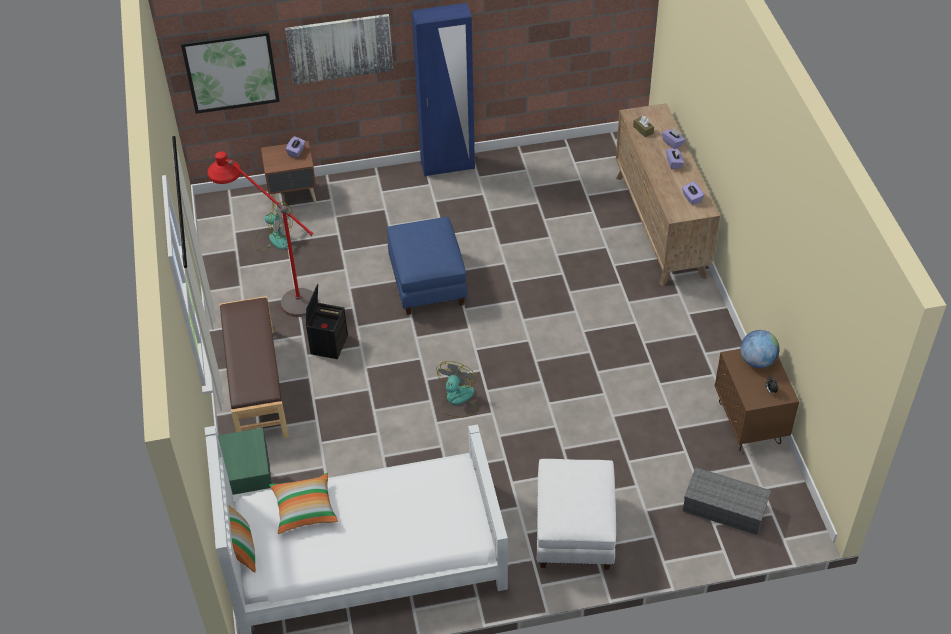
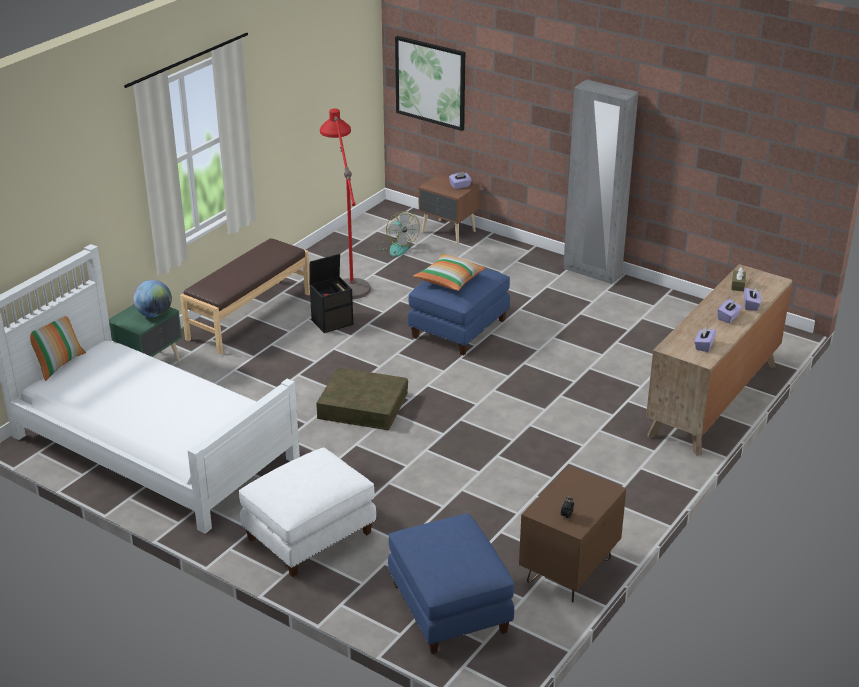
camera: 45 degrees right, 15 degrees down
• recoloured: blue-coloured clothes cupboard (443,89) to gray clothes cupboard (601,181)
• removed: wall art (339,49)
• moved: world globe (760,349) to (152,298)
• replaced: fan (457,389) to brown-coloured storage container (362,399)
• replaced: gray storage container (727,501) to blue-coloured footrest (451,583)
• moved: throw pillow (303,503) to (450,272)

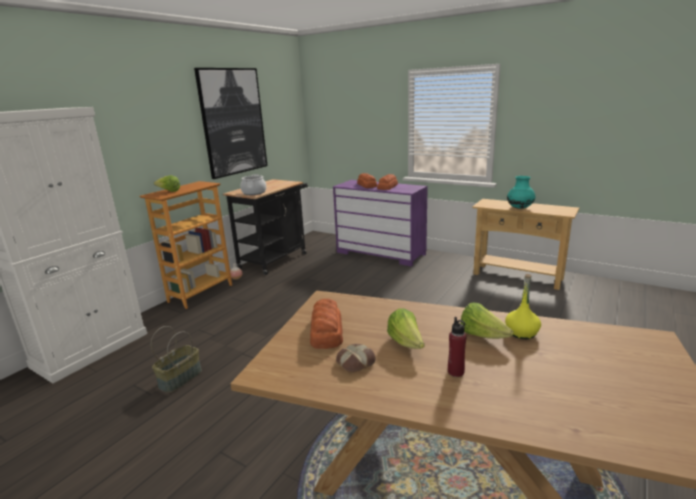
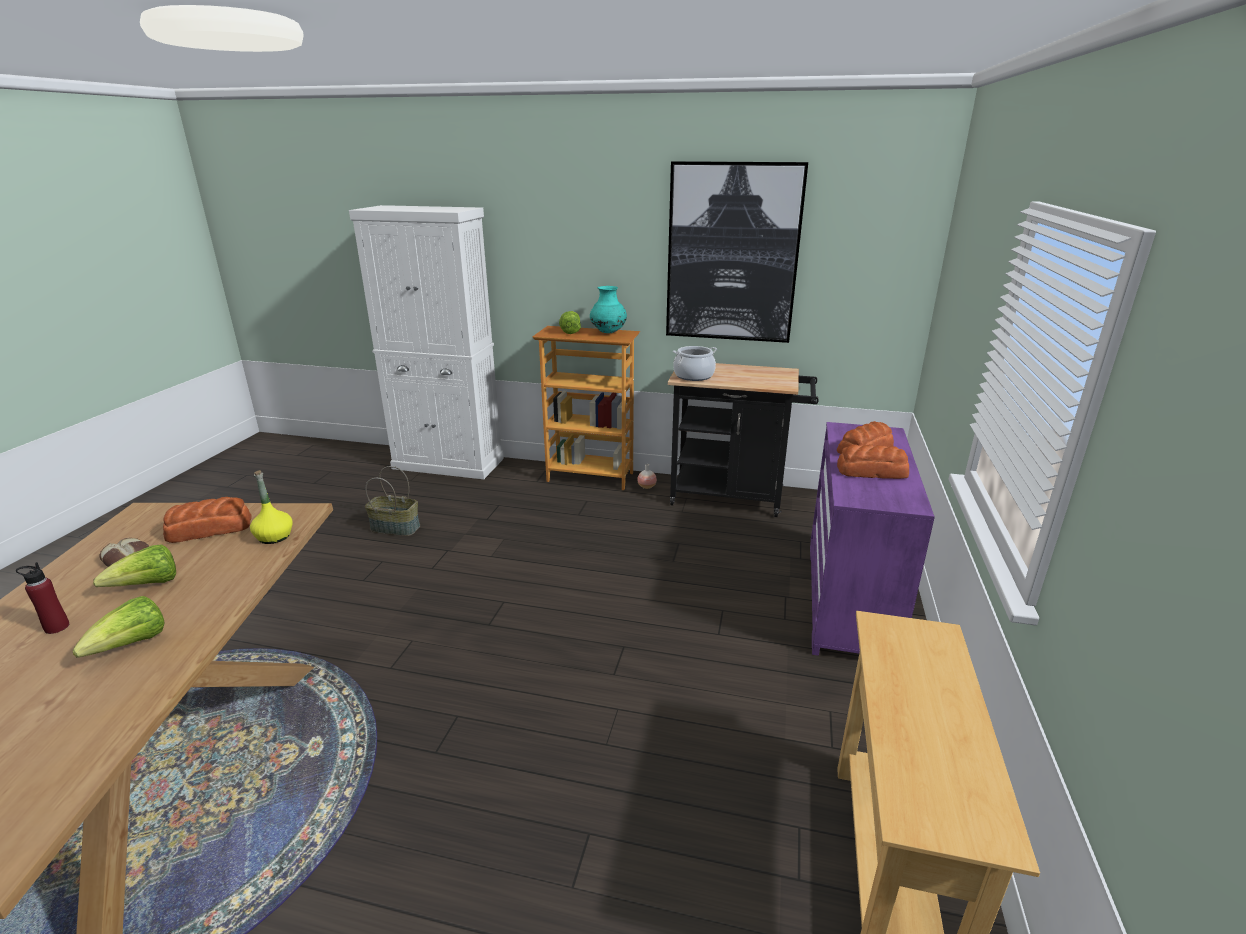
camera: 70 degrees right, 5 degrees up
• moved: turquoise vase (521,192) to (608,309)
• moved: yellowish bottle (523,306) to (271,507)

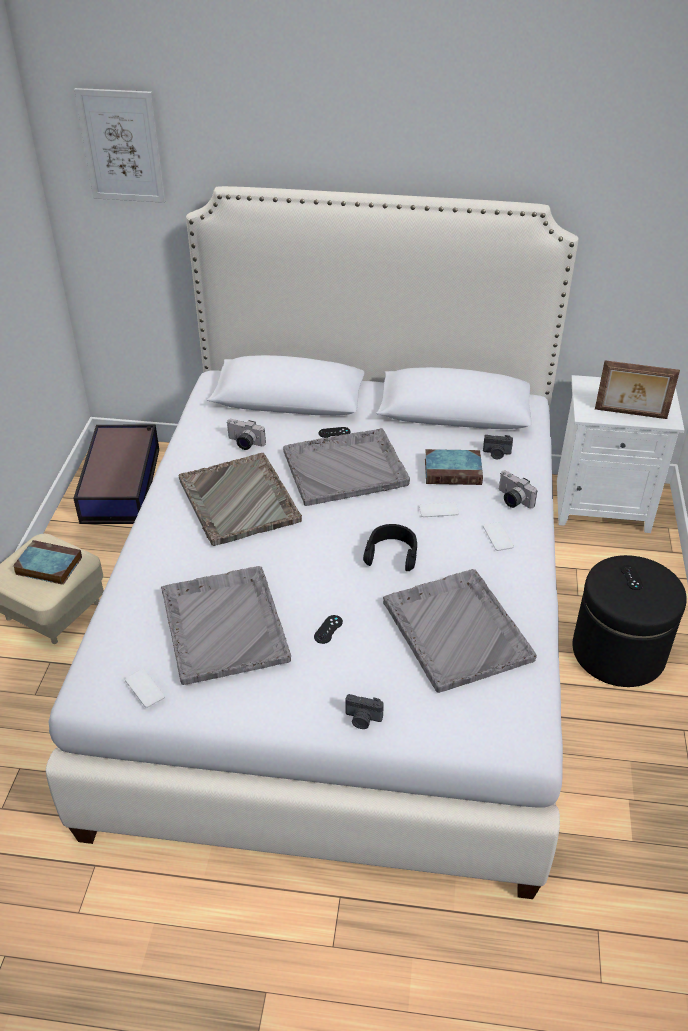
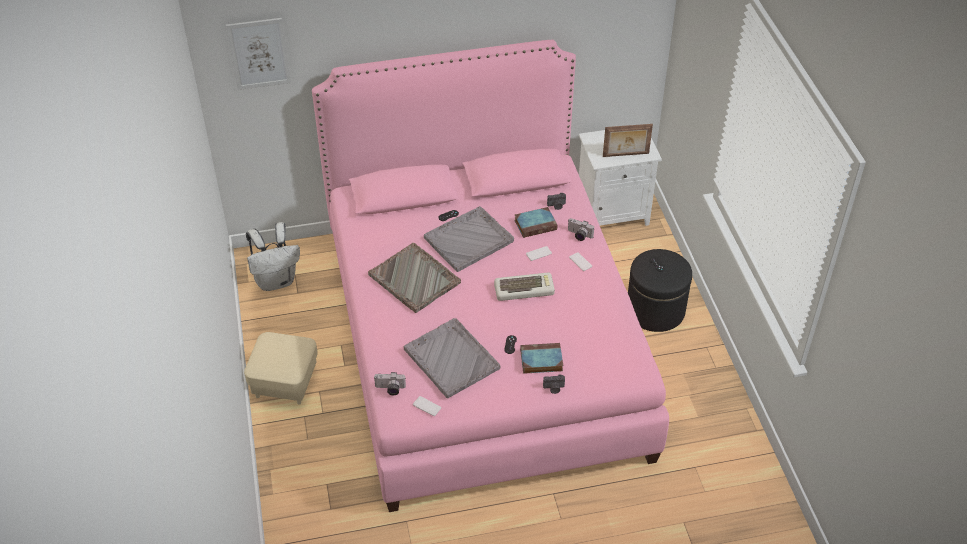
camera: 20 degrees left, 5 degrees up
• recoloured: white-coloured sleeping bed (312,542) to pinkish sleeping bed (490,276)
• moved: photo camera (246,434) to (390,383)
• replaced: storage container (116,474) to white-coloured knapsack (273,256)
• replaced: black-coloured headset (390,547) to keyboard (524,287)
• moved: bound book (47,562) to (541,358)
• removed: gray serving tray (460,631)

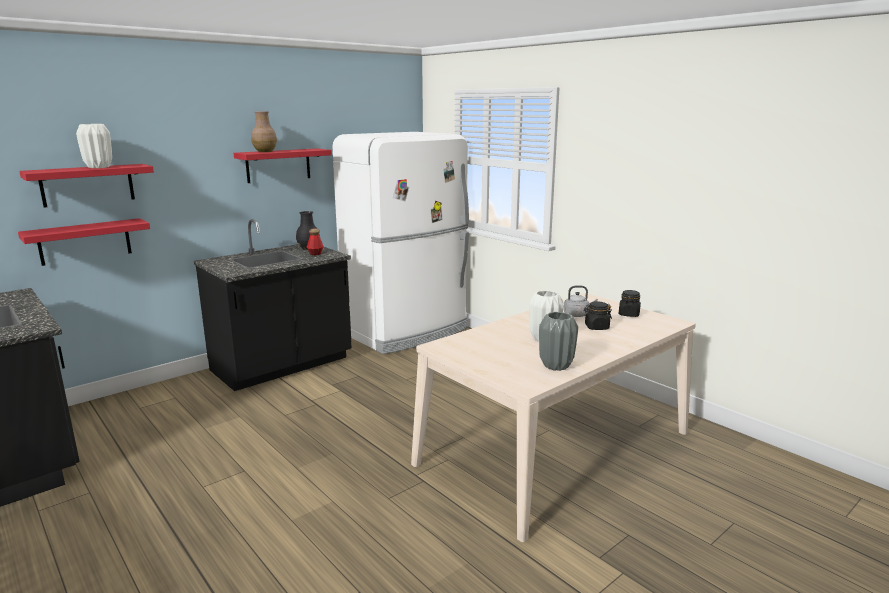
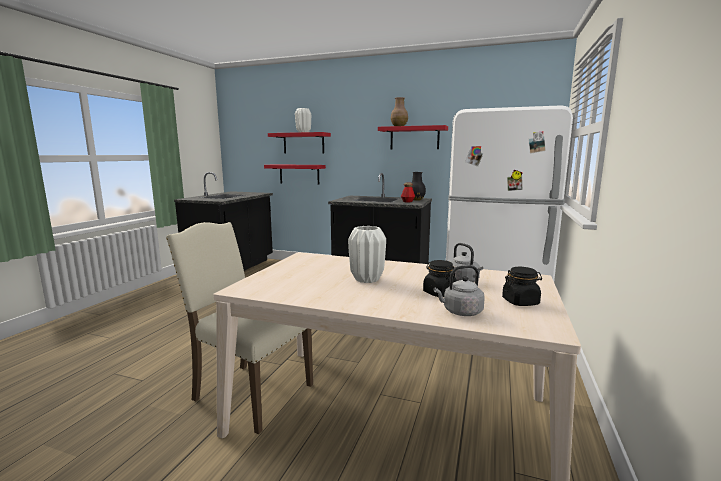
camera: 60 degrees right, 5 degrees down
• removed: gray vase (558,341)
• added: sand-coloured upright chair (239,328)
• added: gray water kettle (459,290)

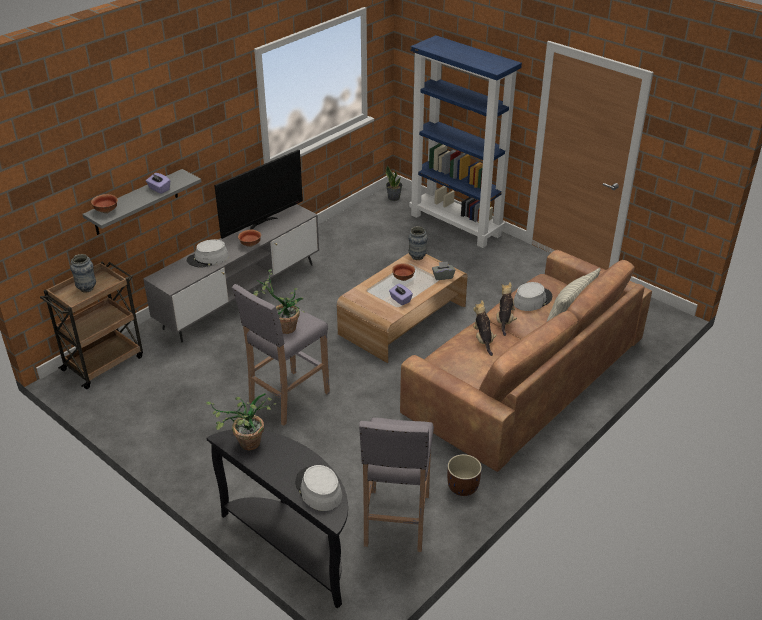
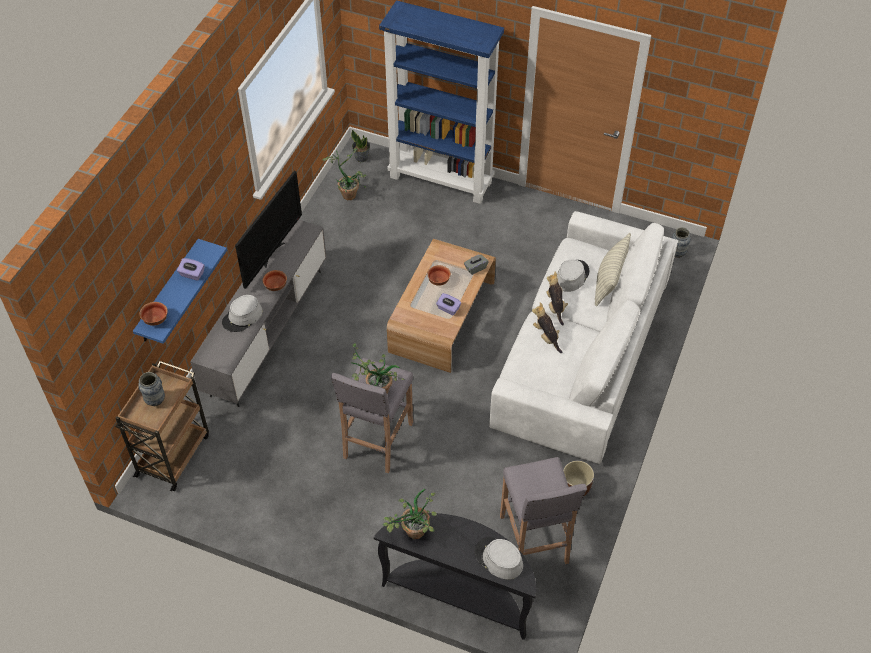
camera: 20 degrees left, 15 degrees up
• recoloured: gray wall shelf (142,202) to blue-coloured wall shelf (180,291)
• moved: vase (418,243) to (681,242)
• recoloured: brown-coloured couch (526,361) to white-coloured couch (583,337)
• added: potted plant (345,174)

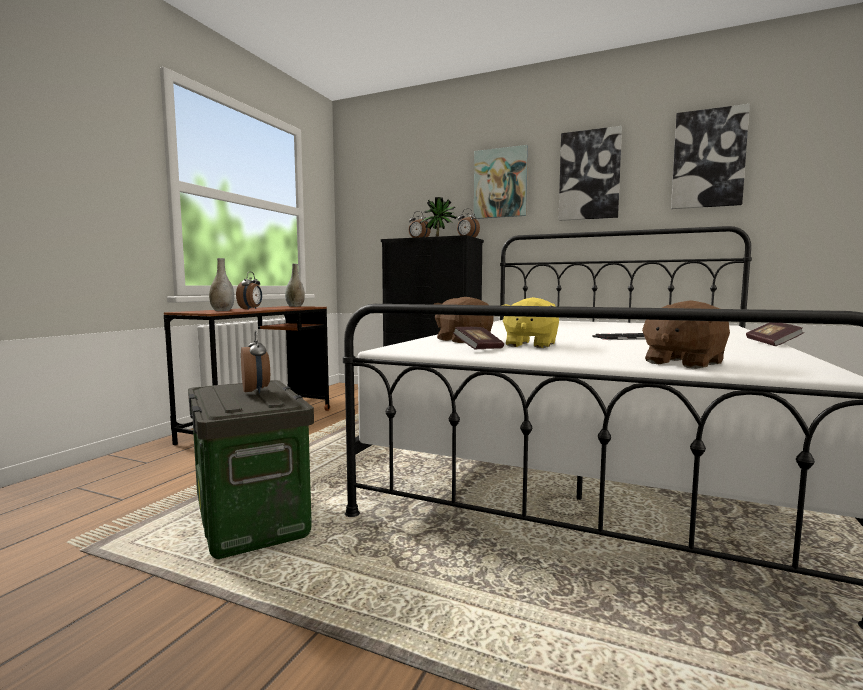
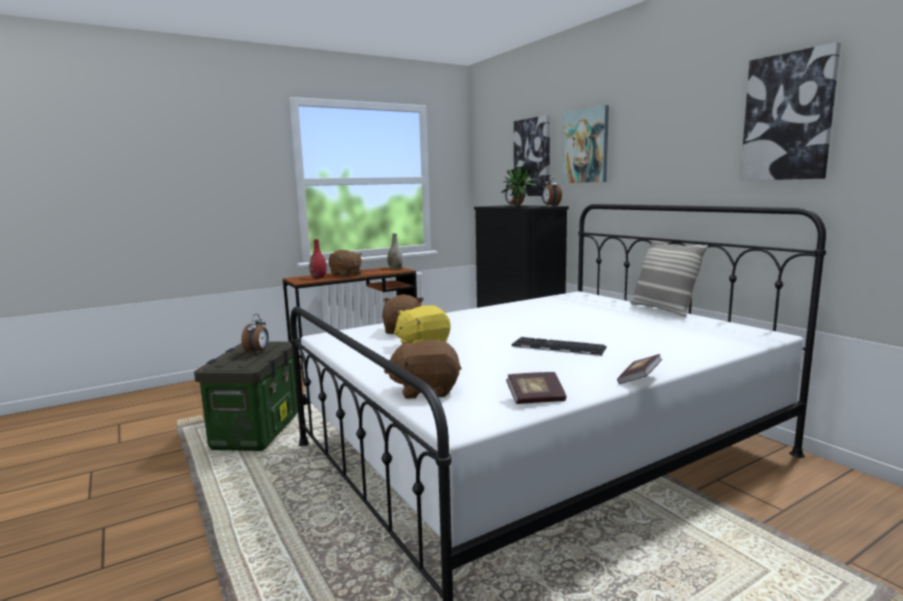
camera: 35 degrees right, 5 degrees up
• moved: wall art (590,173) to (532,155)
• recoloured: gray vase (221,284) to reddish vase (318,258)
• replaced: alarm clock (249,290) to brown-coloured cuddly toy (345,263)
• moved: bound book (478,338) to (536,388)
• added: throw pillow (669,278)

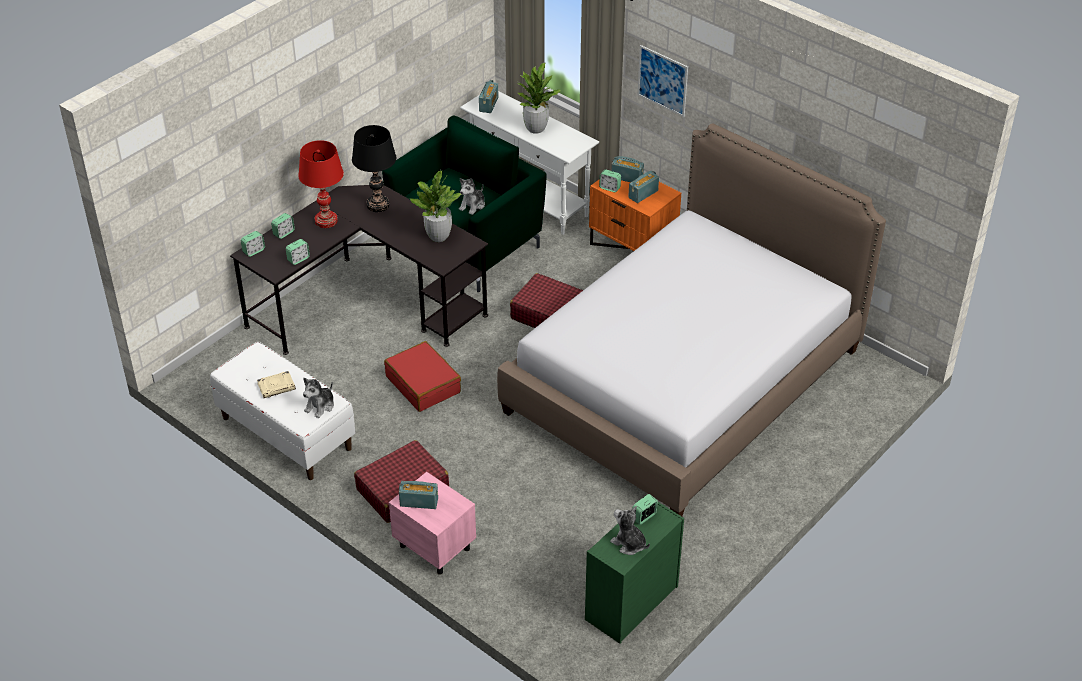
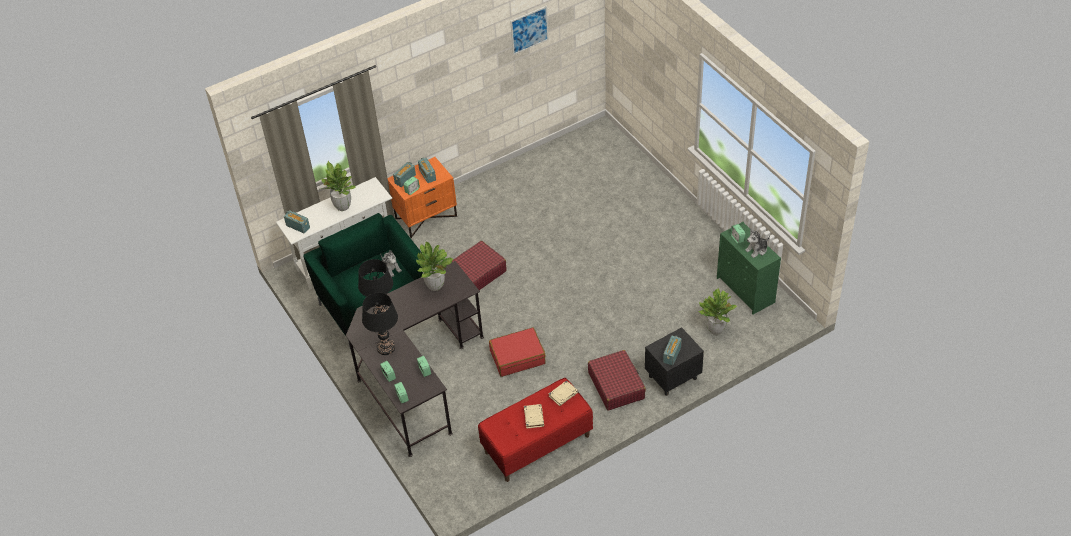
camera: 70 degrees left, 5 degrees up
• moved: wall art (663,81) to (529,30)
• removed: sleeping bed (691,319)
• recoloured: reddish lamp for a table (321,184) to black-coloured lamp for a table (380,324)
• recoloured: white-coloured long seat (282,411) to reddish long seat (535,430)
• replaced: cuddly toy (318,398) to sand-coloured bound book (563,393)
• recoloured: pinkish night table (432,523) to black-coloured night table (674,361)
• added: potted plant (717,311)

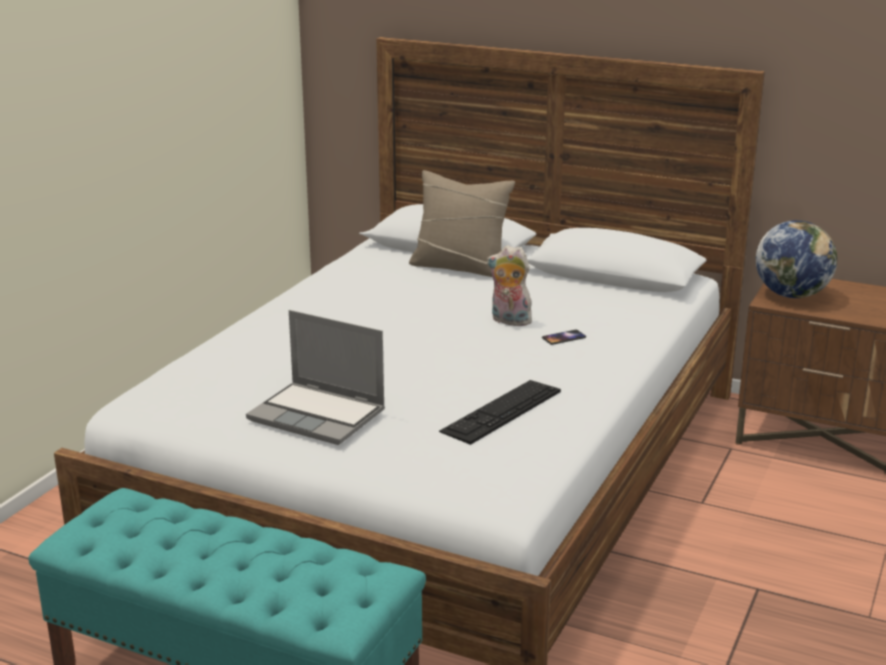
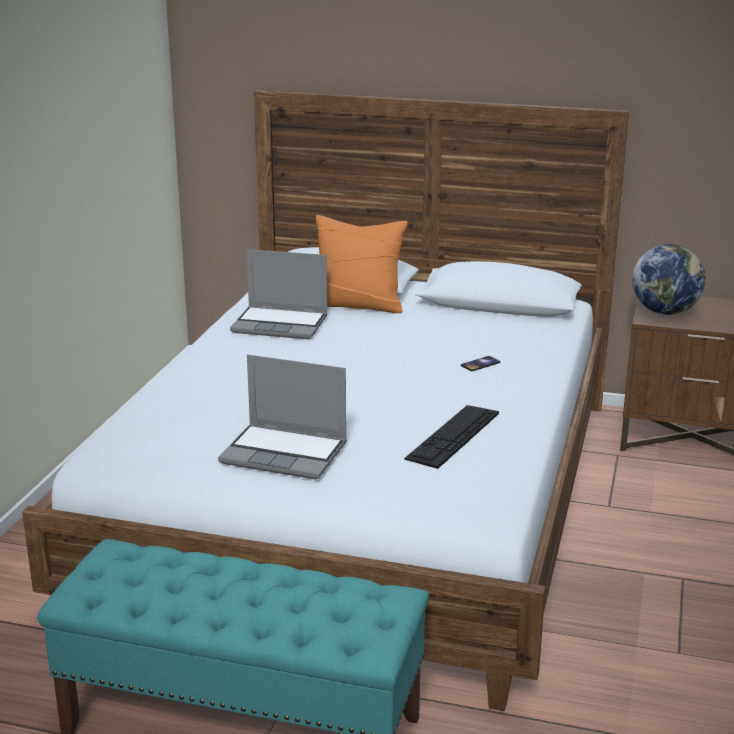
camera: 10 degrees left, 0 degrees up
• recoloured: sand-coloured throw pillow (462,223) to orangey throw pillow (362,264)
• removed: cuddly toy (511,285)
• added: laptop (279,294)

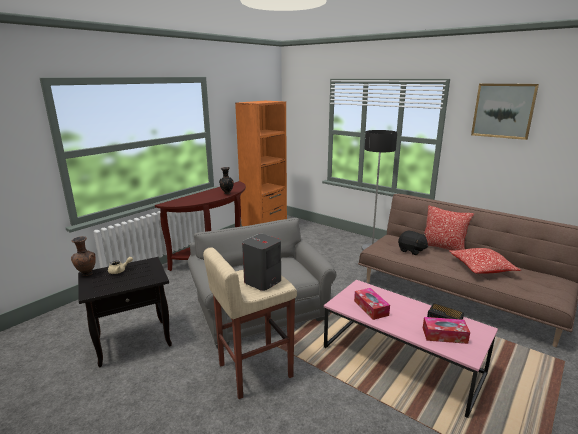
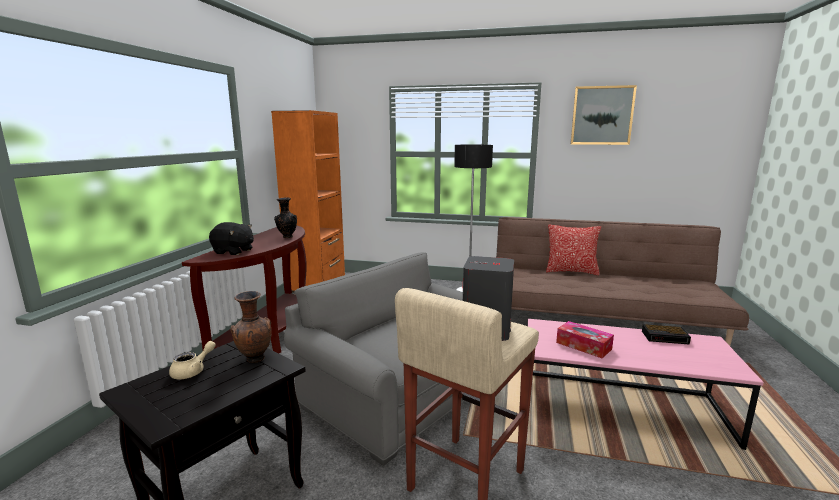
camera: 25 degrees left, 5 degrees down
• moved: black-coloured cuddly toy (413,243) to (231,238)
• moved: brown-coloured vase (83,256) to (251,327)
• removed: throw pillow (485,261)
• removed: tissue holder (446,330)

